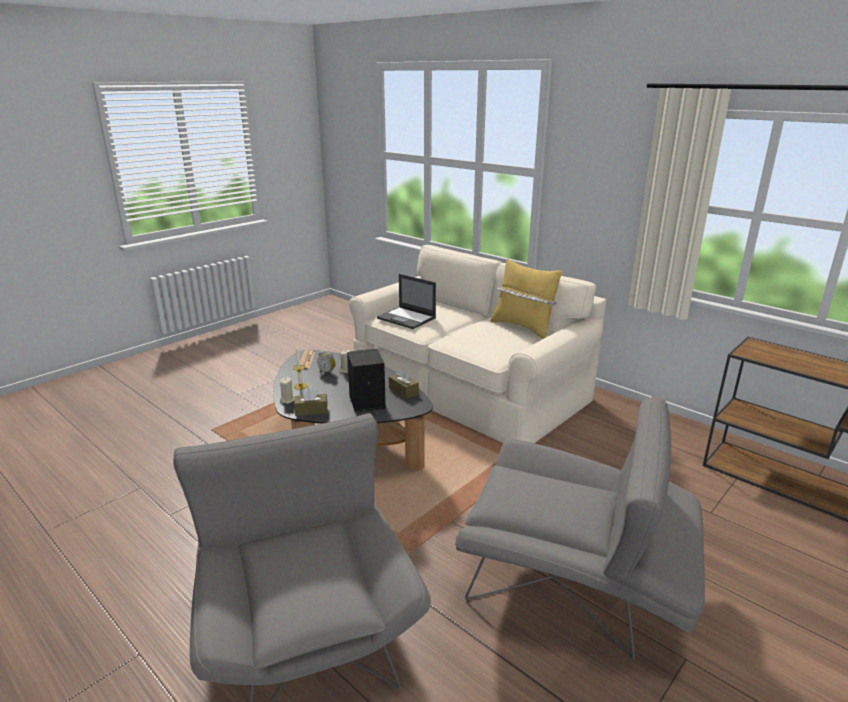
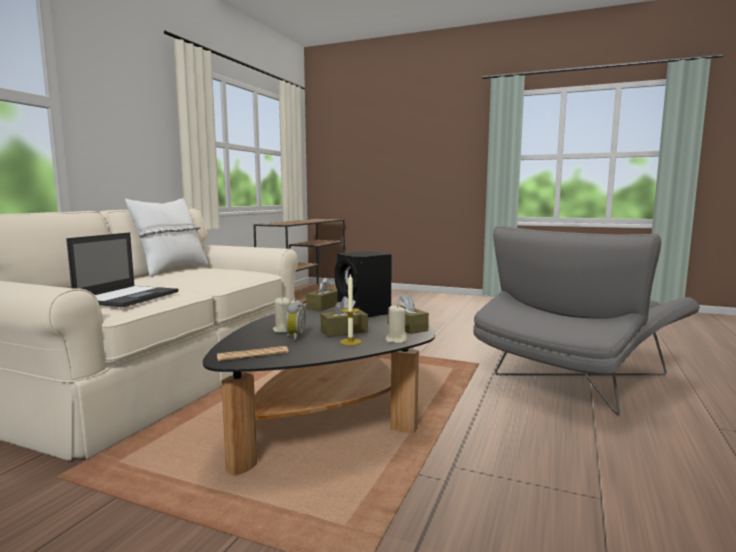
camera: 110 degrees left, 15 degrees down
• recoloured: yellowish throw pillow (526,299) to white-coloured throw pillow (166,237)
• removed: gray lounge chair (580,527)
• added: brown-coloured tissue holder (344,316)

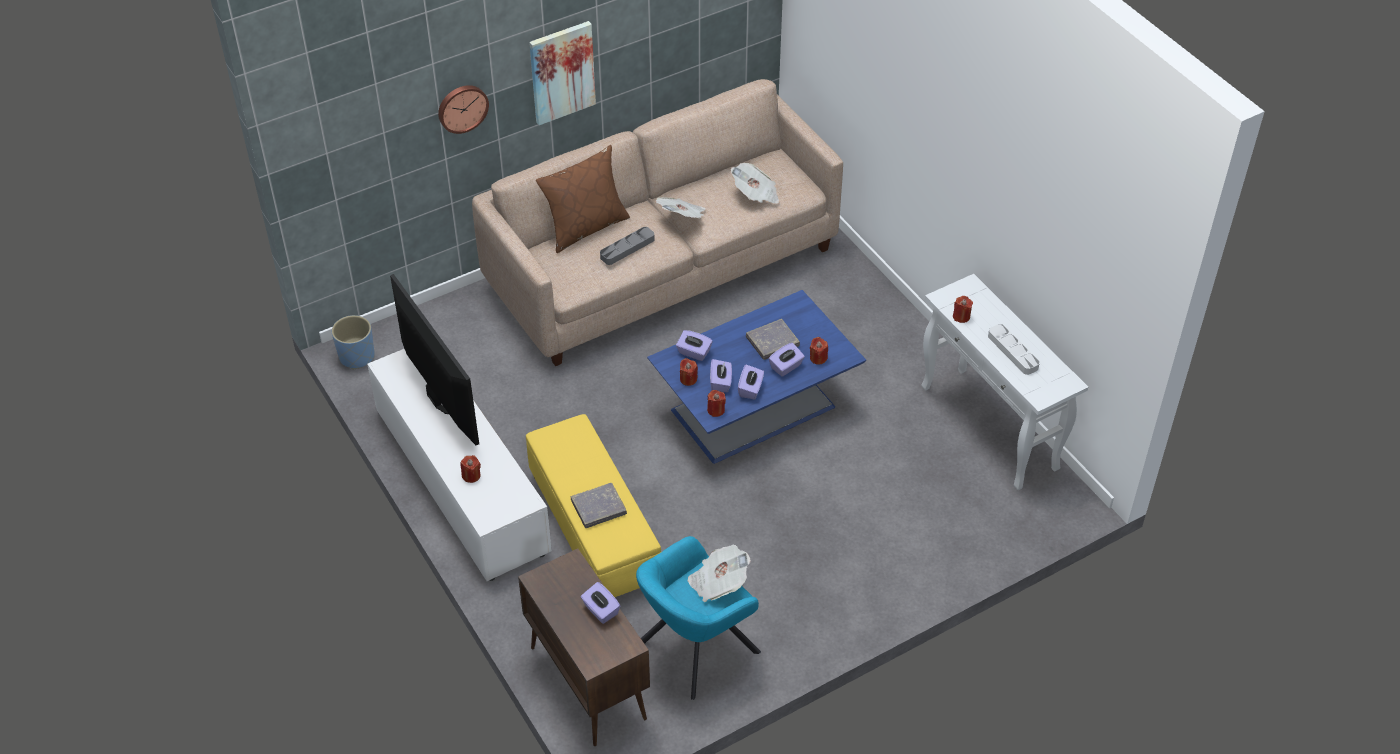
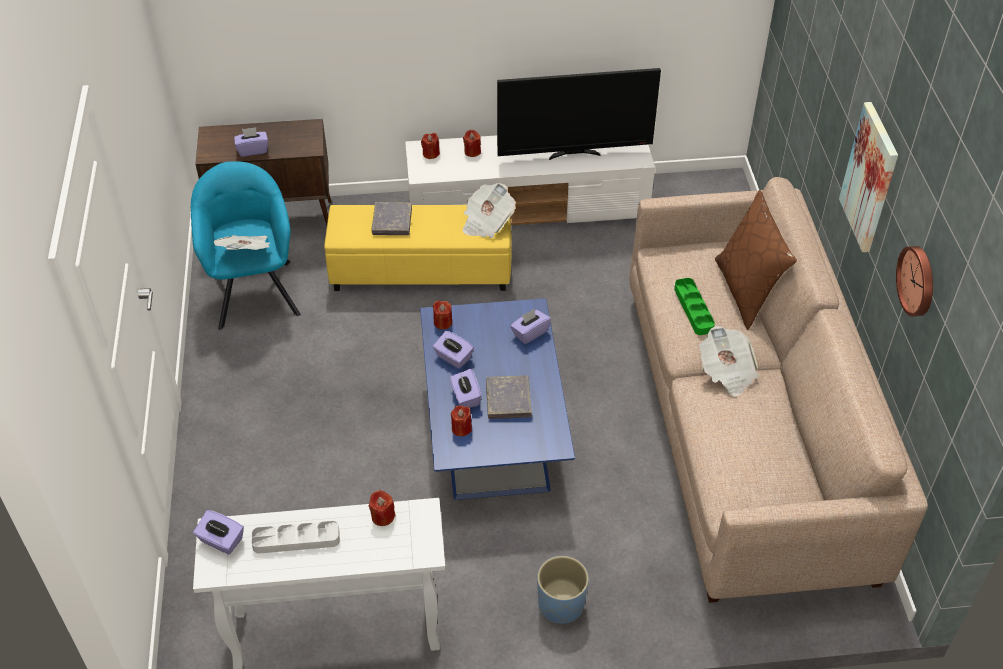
camera: 115 degrees right, 0 degrees up
• moved: hanging clock (463,109) to (914,281)
• moved: daily paper (755,183) to (489,210)
• recoloured: gray serving tray (627,246) to greenish serving tray (694,306)
• moved: blue-coloured planter (353,342) to (563,590)
• moved: reddish wax candle (689,372) to (430,146)
• moved: purplish tissue holder (721,375) to (218,532)

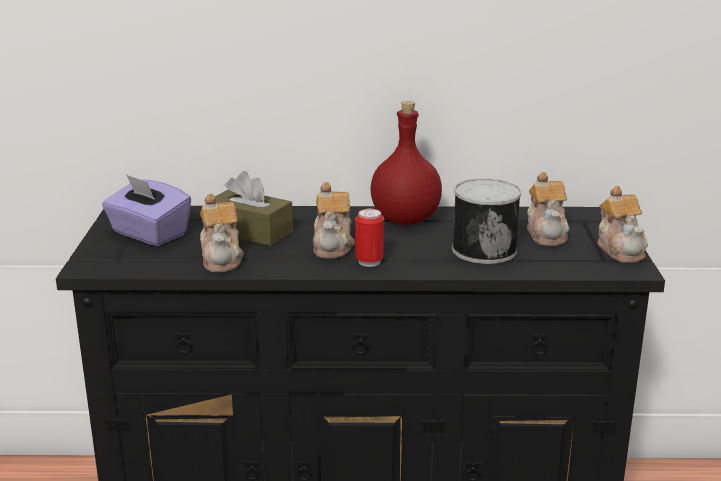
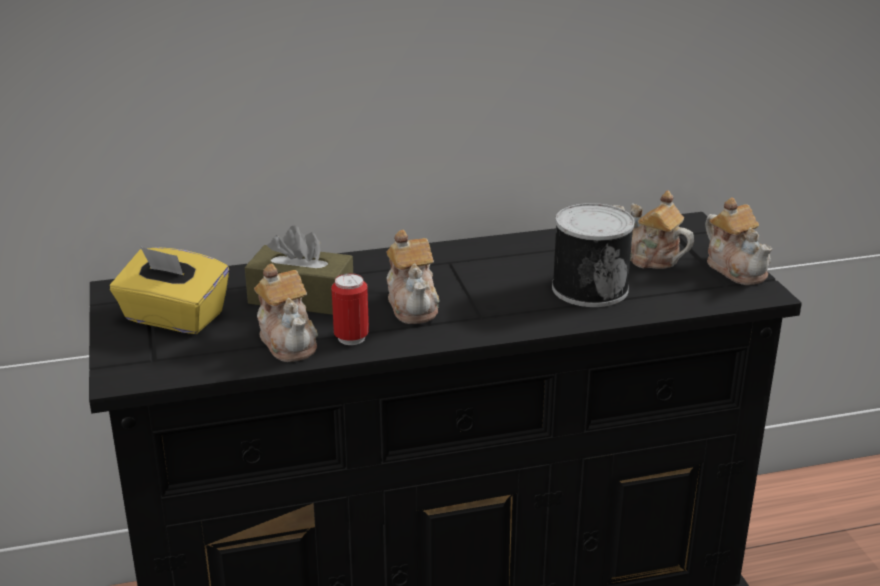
camera: 15 degrees left, 5 degrees up
• removed: reddish bottle (406,163)
• turned: tea pot (548,209) = (654,229) 150 degrees clockwise
• recoloured: purplish tissue holder (146,210) to yellowish tissue holder (169,290)
• moved: sealed can (369,237) to (350,309)

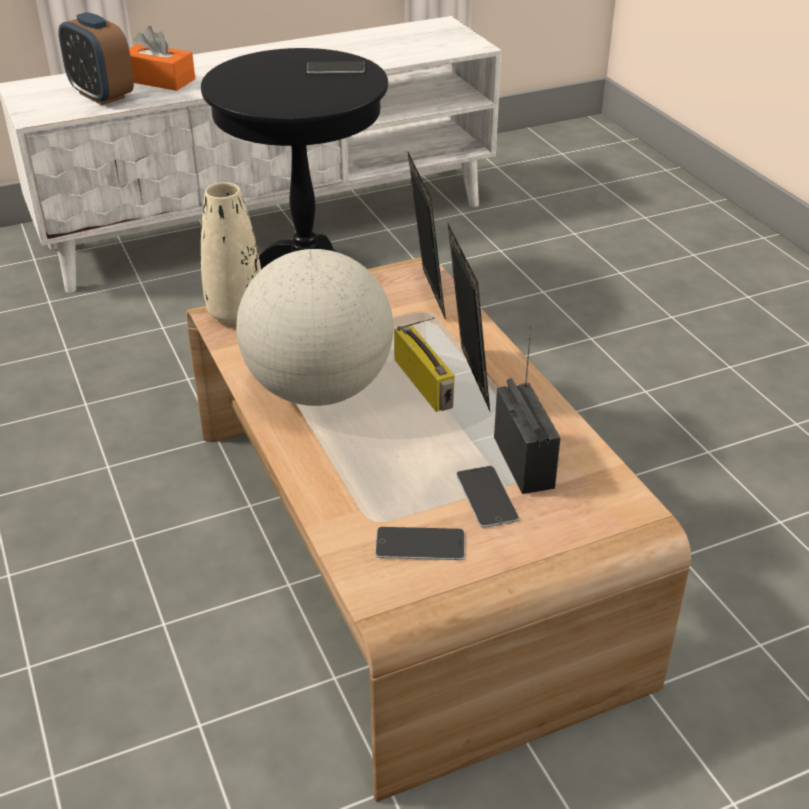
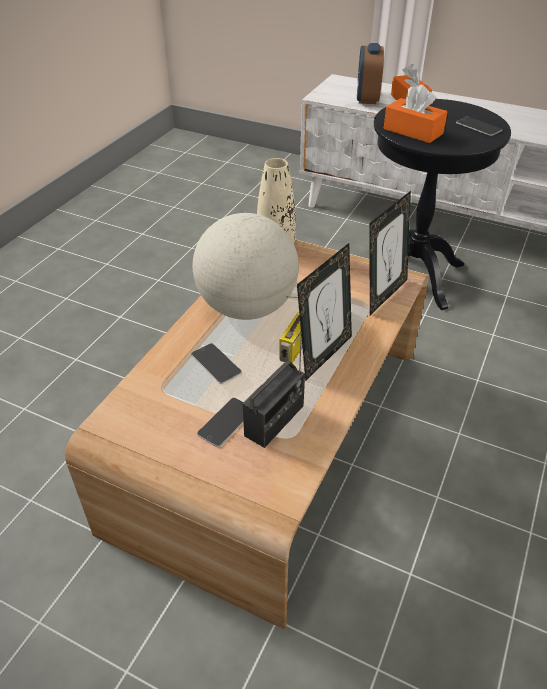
camera: 50 degrees right, 5 degrees up
• moved: telephone (420,543) to (216,363)
• added: orangey tissue holder (416,114)

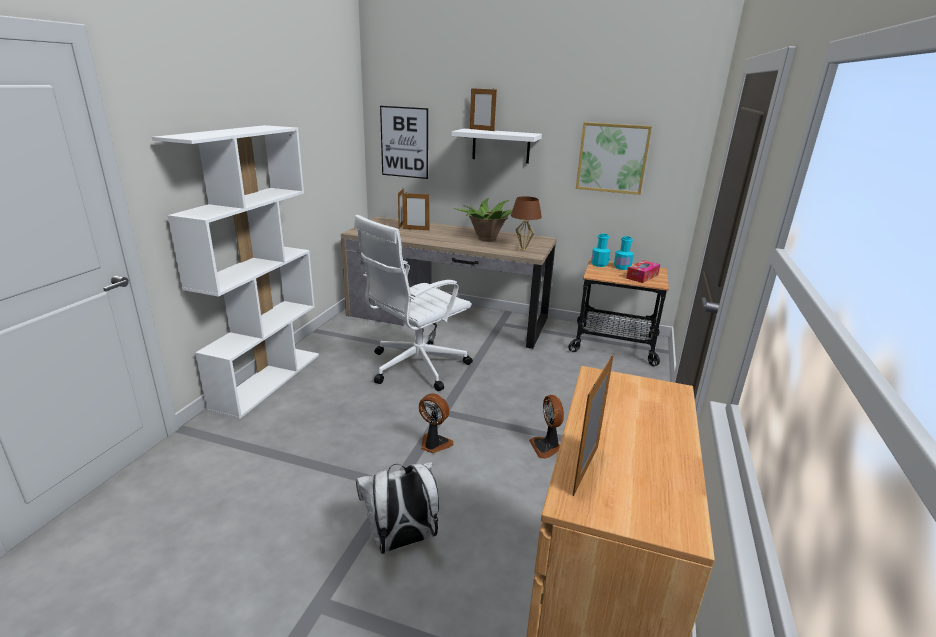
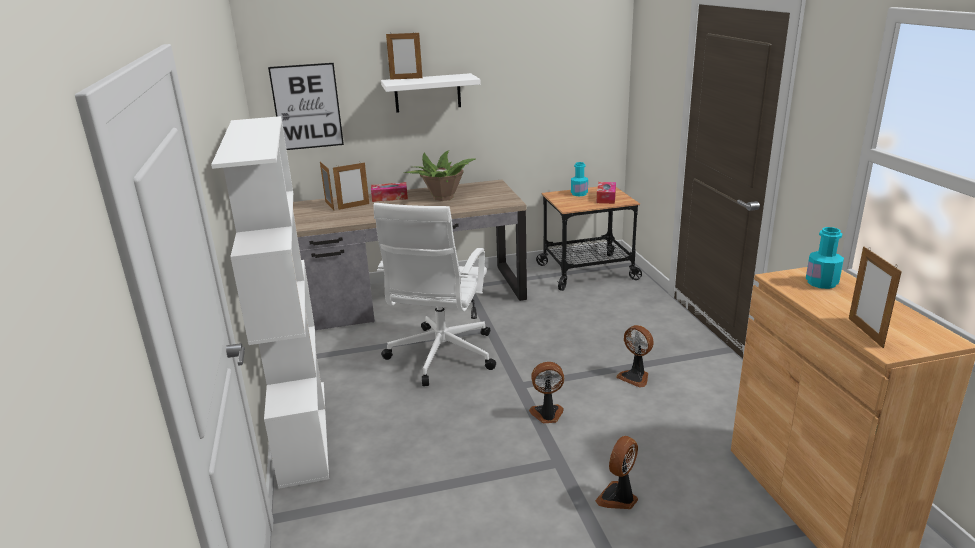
camera: 30 degrees left, 0 degrees up
• removed: wall art (614,158)
• removed: brown-coloured lamp for a table (526,223)
• moved: turquoise bottle (600,250) to (825,258)
• replaced: white-coloured knapsack (397,508) to fan (616,472)
• added: tissue holder (389,192)

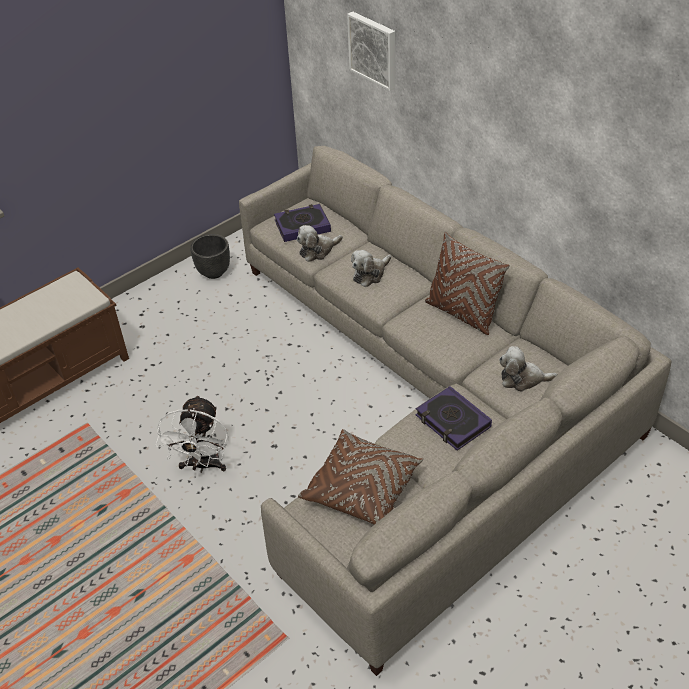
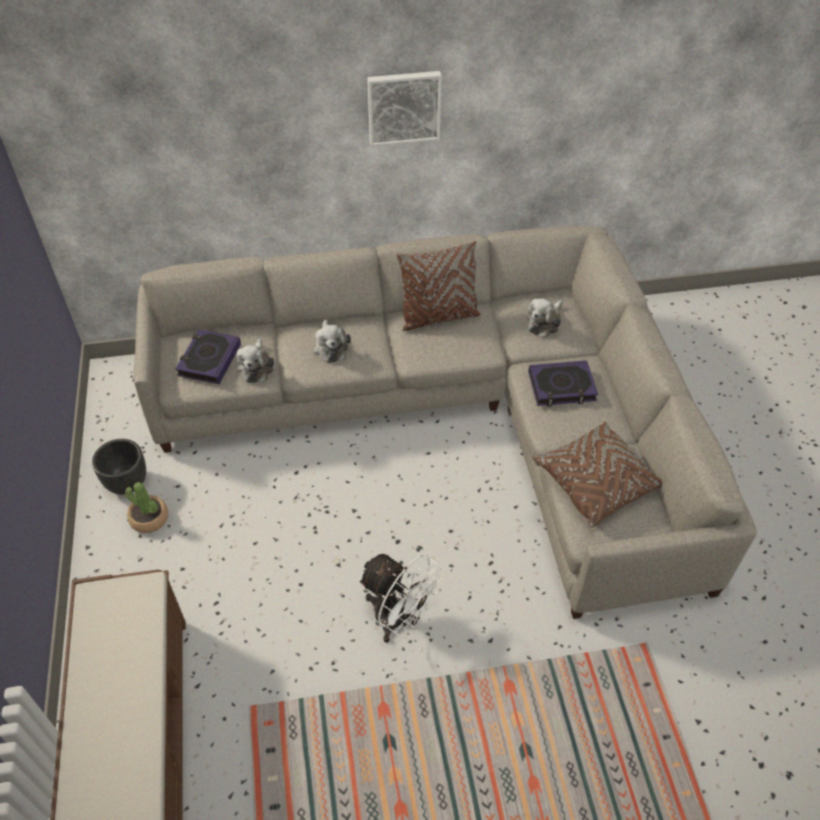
camera: 60 degrees left, 5 degrees up
• moved: wall art (371,51) to (404,109)
• added: potted plant (146,507)

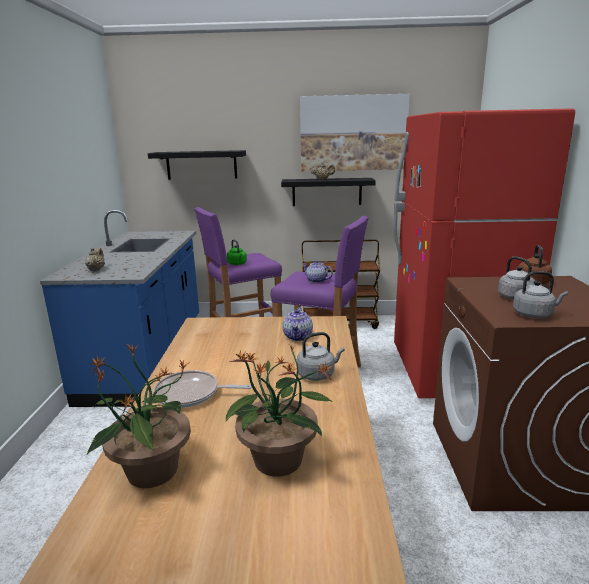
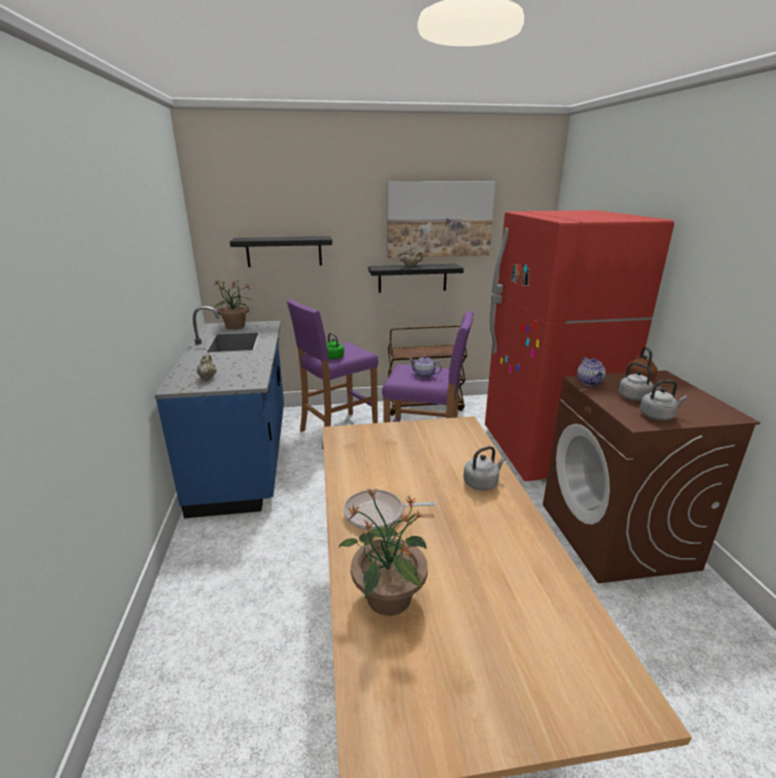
camera: 10 degrees left, 5 degrees up
• moved: tea pot (297,324) to (591,371)
• moved: potted plant (279,410) to (233,305)

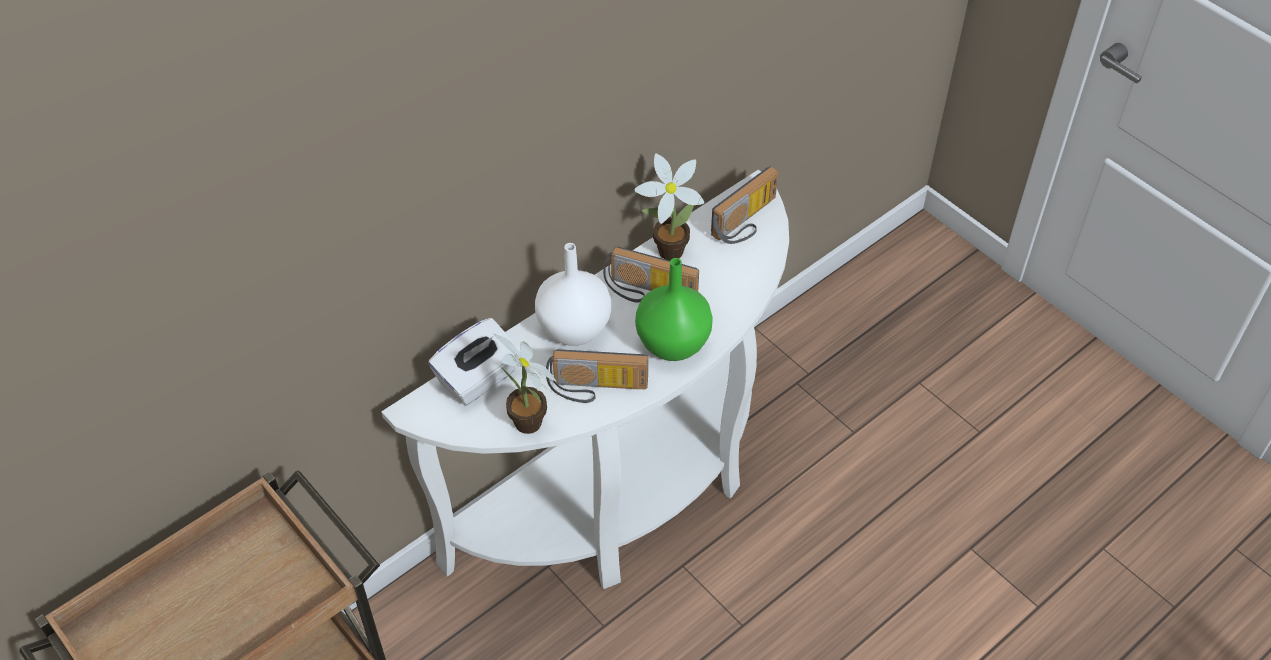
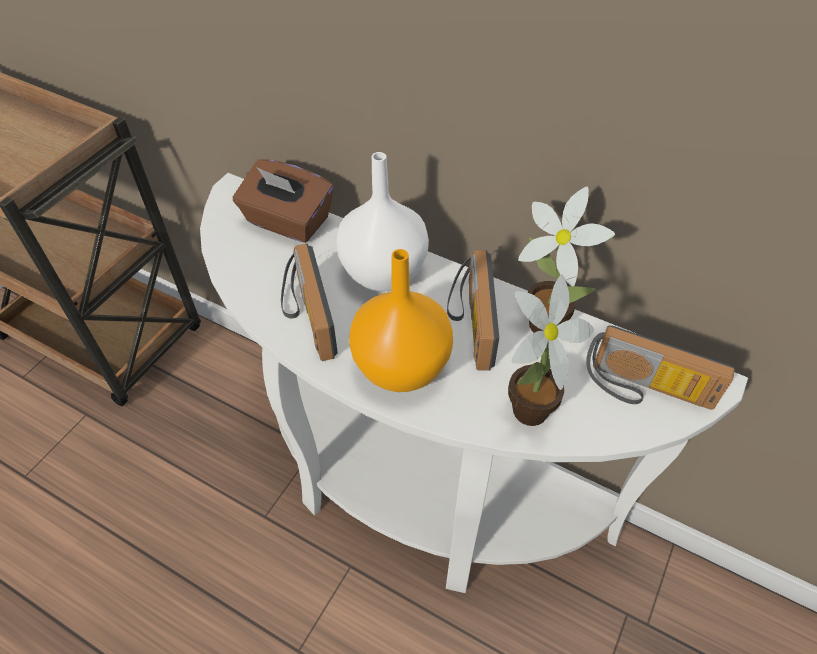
camera: 70 degrees right, 0 degrees up
• recoloured: greenish vase (674,309) to orangey vase (401,320)
• recoloured: white-coloured tissue holder (474,361) to brown-coloured tissue holder (283,201)
• moved: potted plant (525,384) to (551,350)

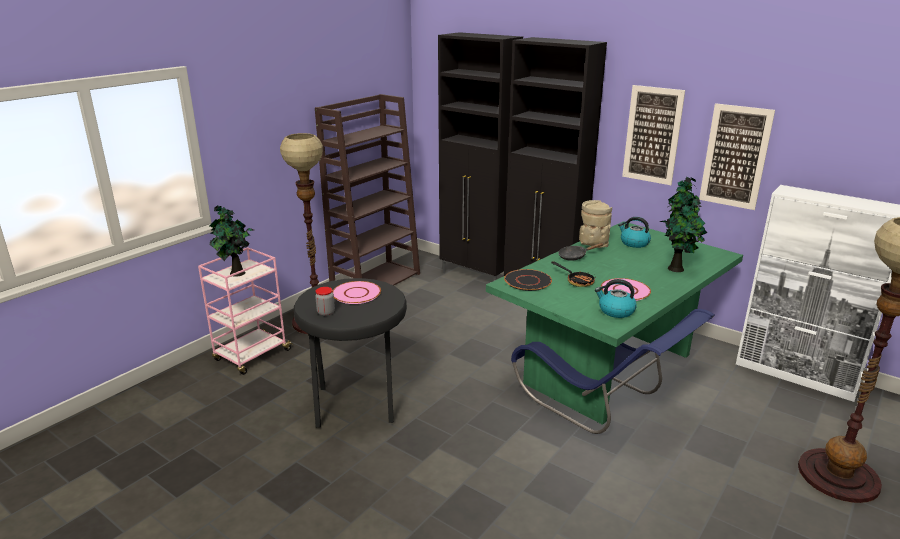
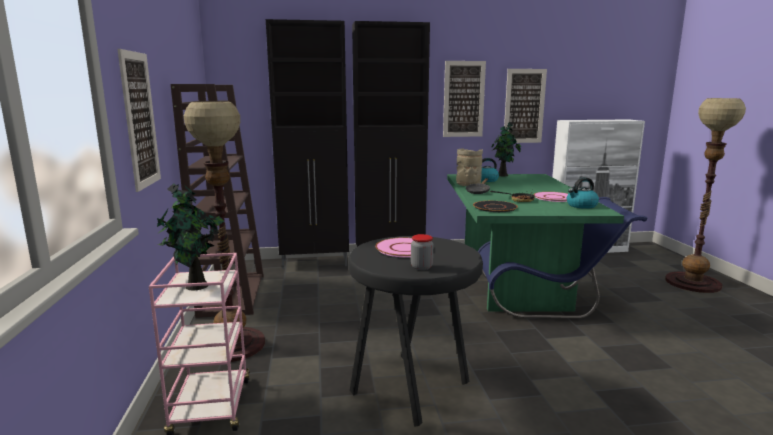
camera: 45 degrees left, 10 degrees down
• removed: potted plant (683,235)
• added: wall art (139,120)

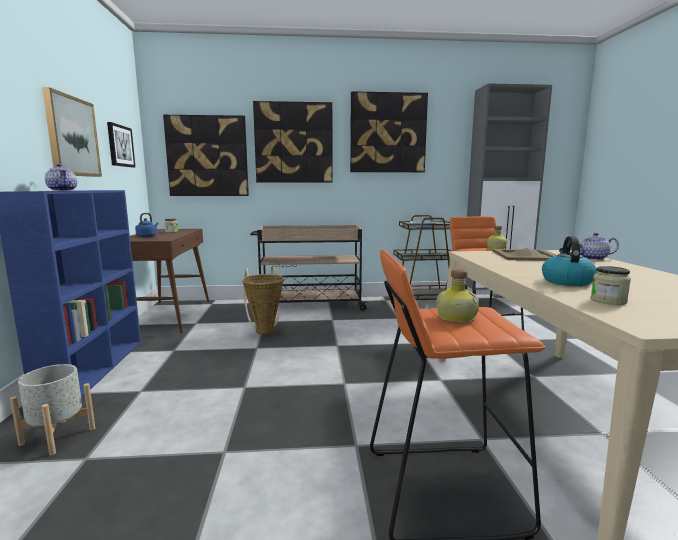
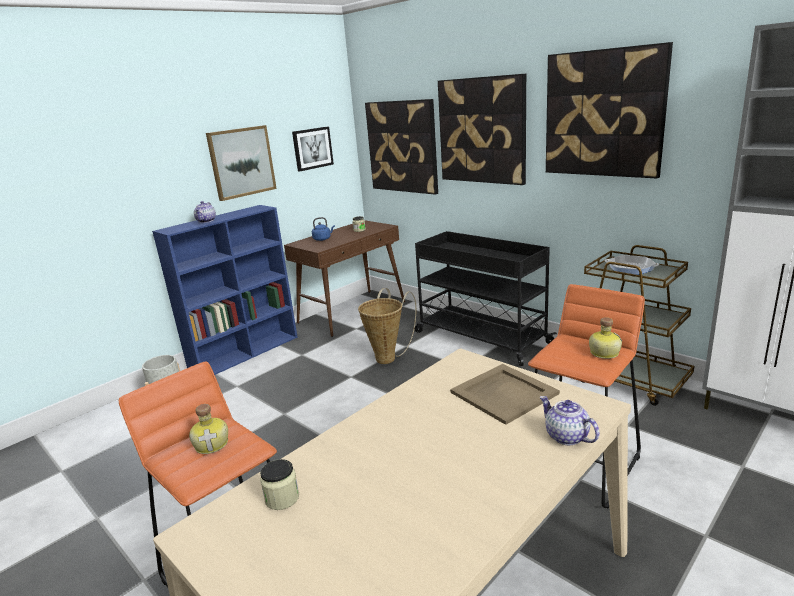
camera: 50 degrees right, 10 degrees up
• recoloured: sand-coloured trolley (308,268) to black-coloured trolley (486,298)
• removed: water kettle (569,261)

